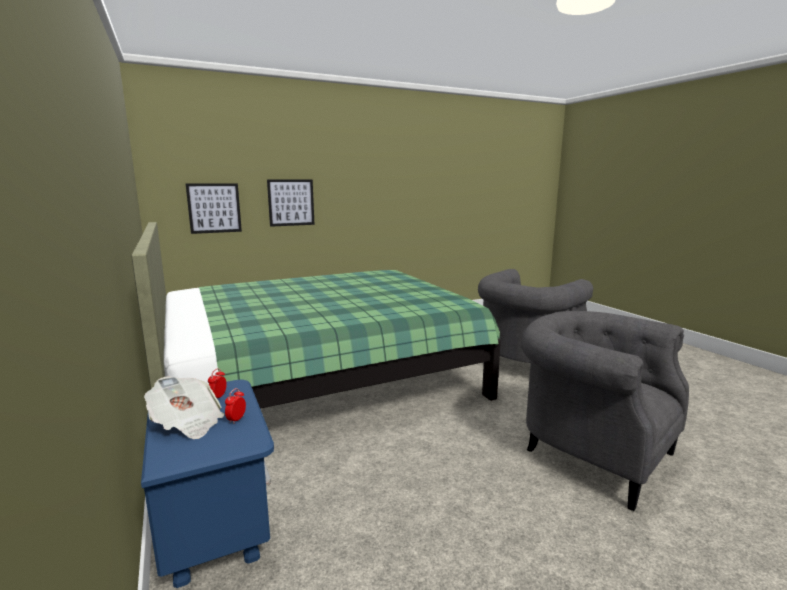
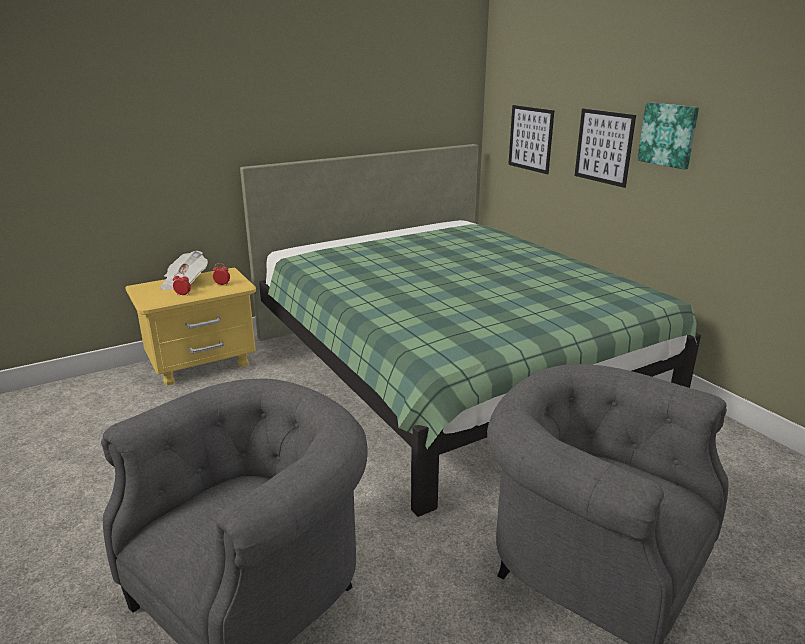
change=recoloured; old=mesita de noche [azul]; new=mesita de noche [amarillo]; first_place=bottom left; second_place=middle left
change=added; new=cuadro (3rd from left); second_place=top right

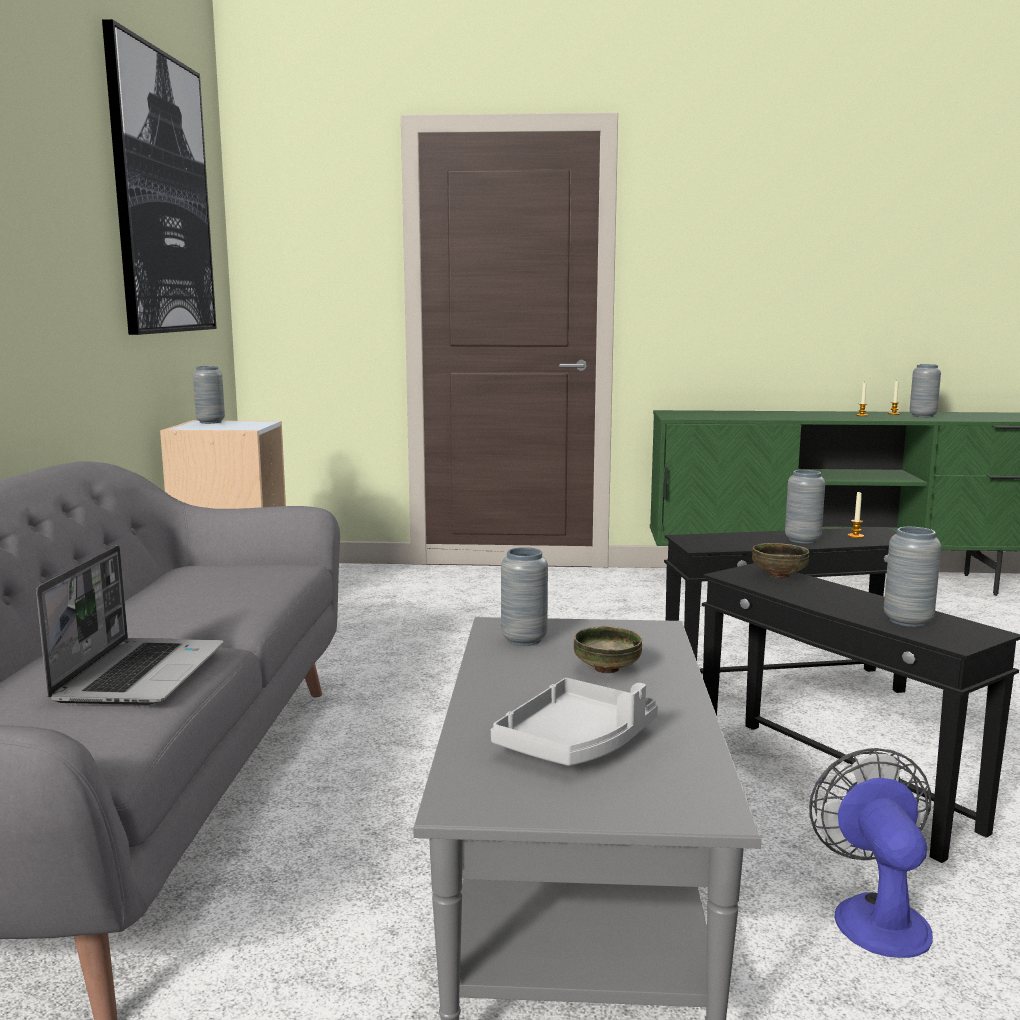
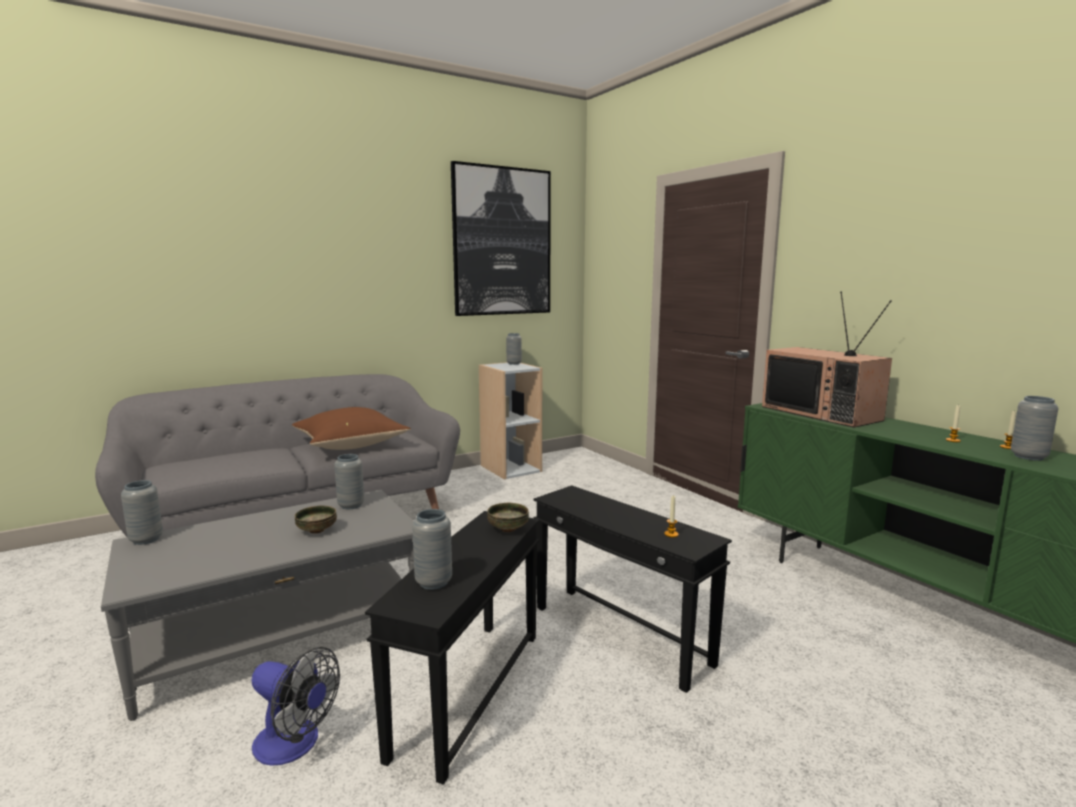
change=removed; old=portátil; first_place=middle left
change=removed; old=bandeja [gris]; first_place=bottom centre
change=moved; old=florero [gris] (3rd from left in the first image); new=florero [gris] (1st from left); first_place=middle right; second_place=middle left
change=turned; old=ventilador; first_place=bottom right; second_place=bottom left; degrees=60
change=added; new=cojín [marrón]; second_place=middle left
change=added; new=televisor; second_place=middle right

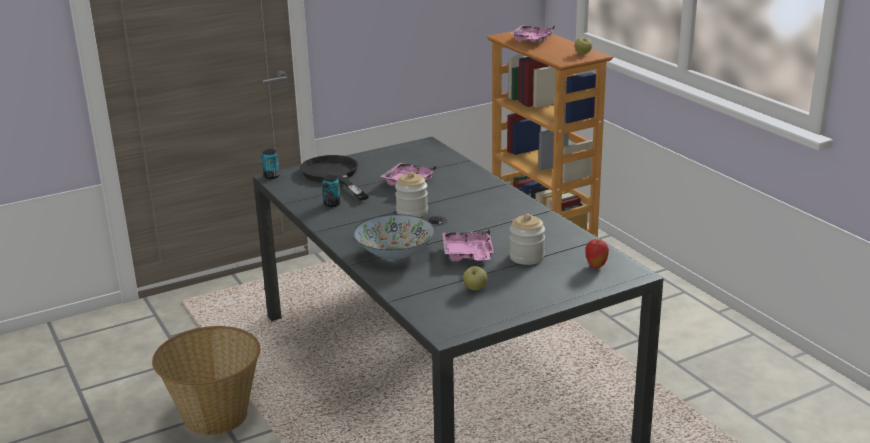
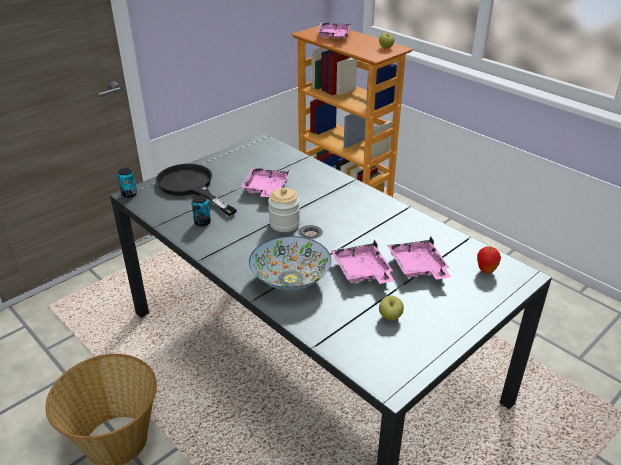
change=replaced; old=tarro (2nd from left); new=bandeja [rosa] (4th from left); first_place=centre; second_place=middle right

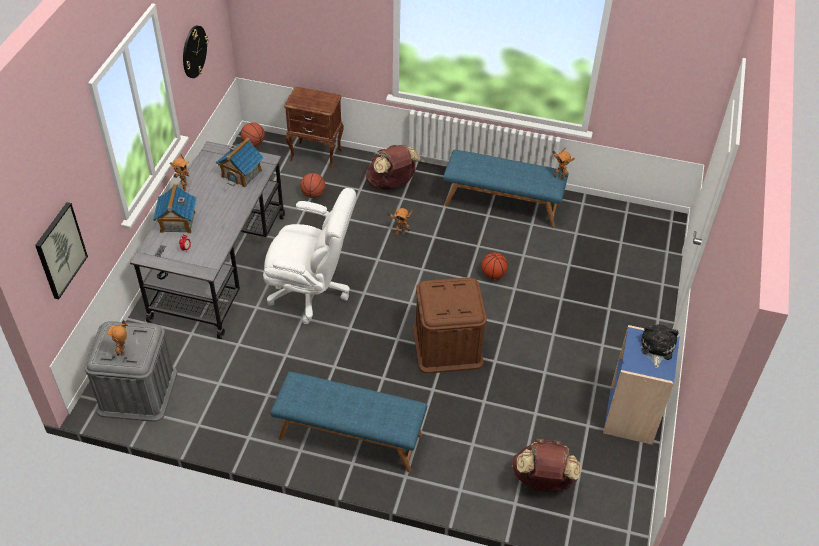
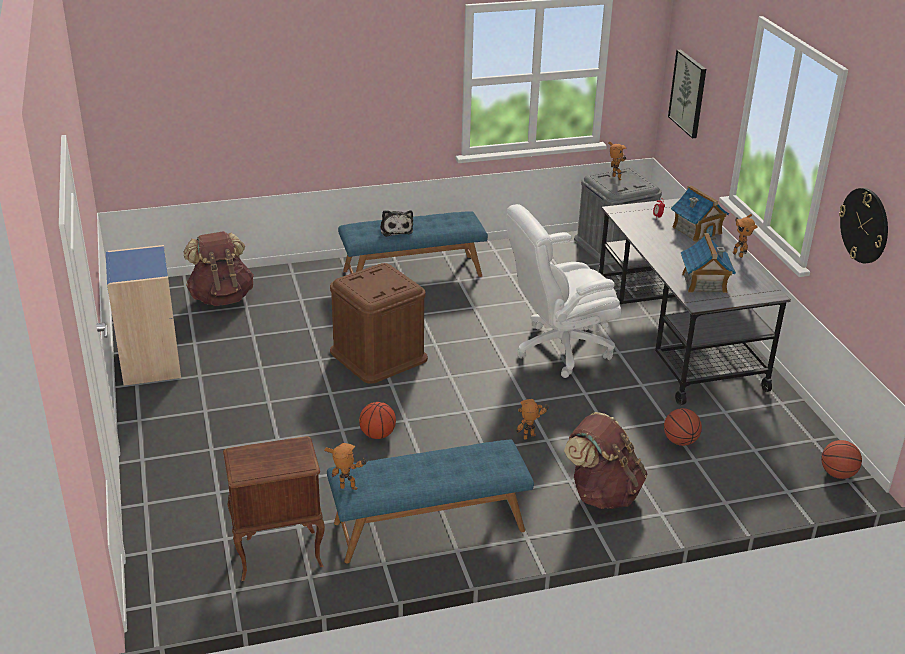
change=moved; old=mesita de noche [marrón]; first_place=top centre; second_place=bottom left
change=moved; old=peluche; first_place=middle right; second_place=centre

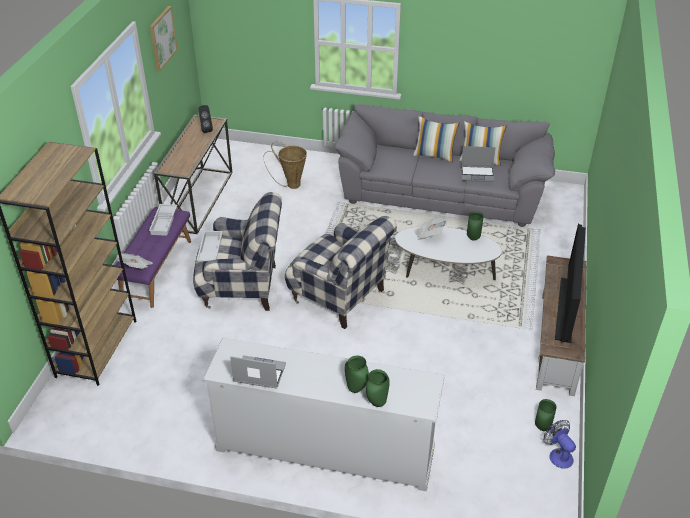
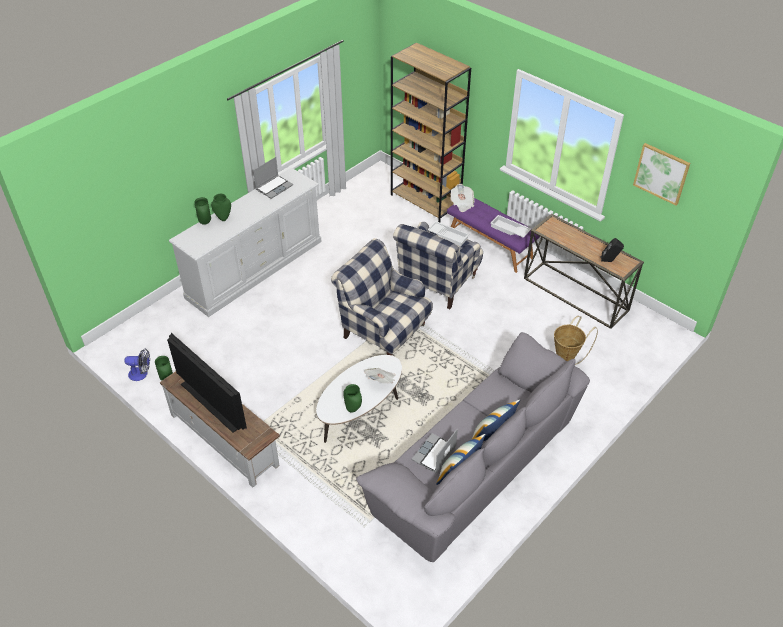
change=turned; old=sillón (2nd from left in the first image); first_place=centre; second_place=centre; degrees=60

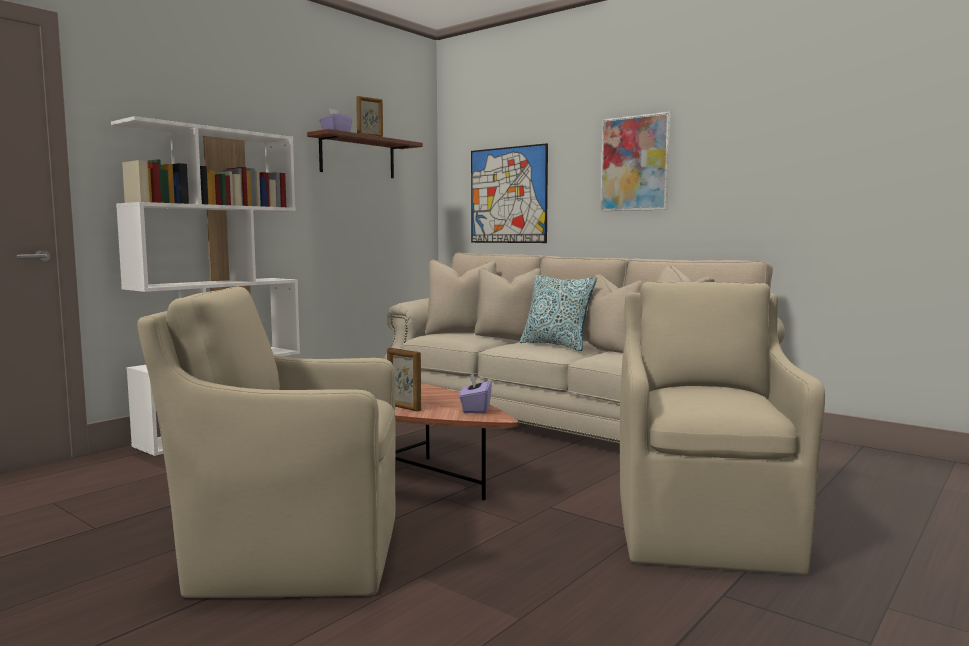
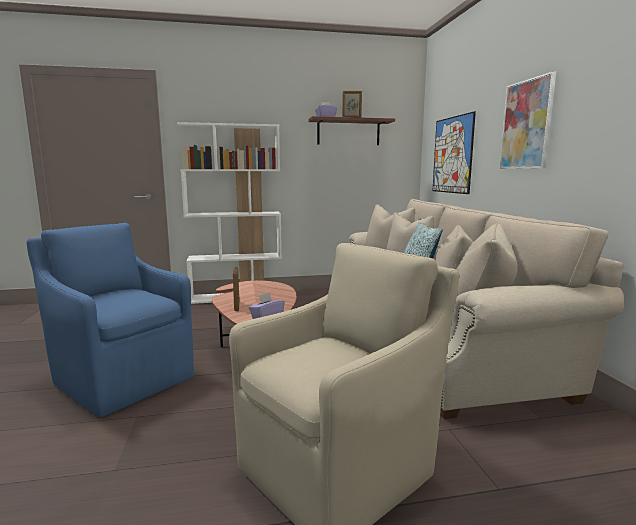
change=recoloured; old=sillón [beis] (1st from left); new=sillón [azul]; first_place=bottom left; second_place=middle left

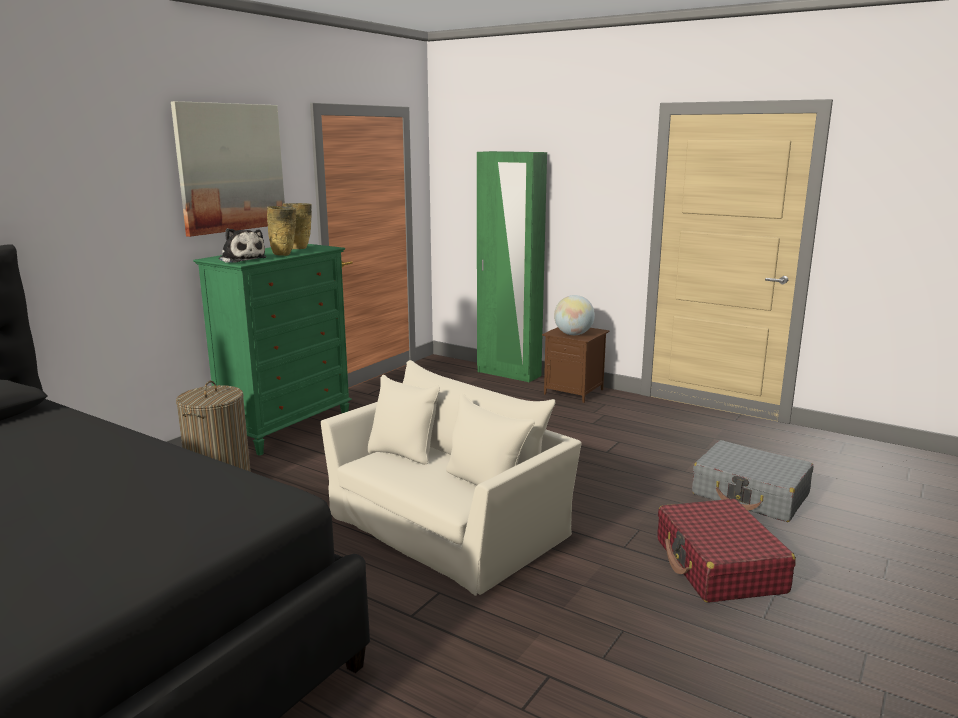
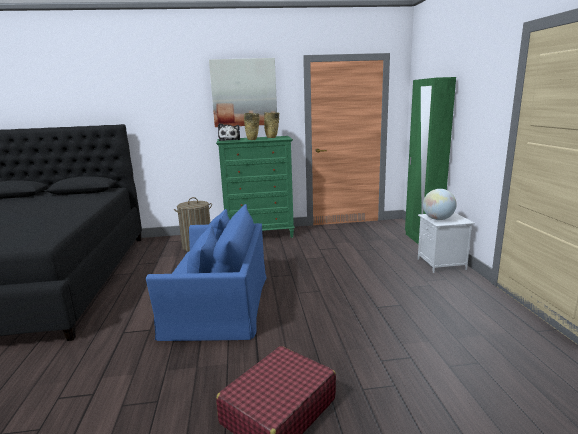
change=recoloured; old=sillón [beis]; new=sillón [azul]; first_place=centre; second_place=centre
change=recoloured; old=mesita de noche [marrón]; new=mesita de noche [gris]; first_place=centre; second_place=middle right
change=removed; old=maleta [gris]; first_place=bottom right

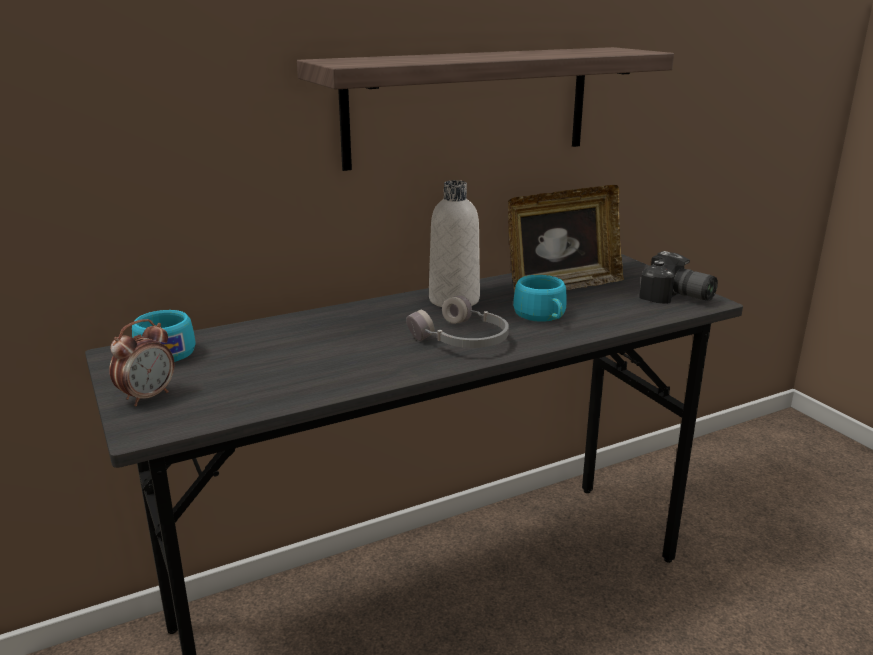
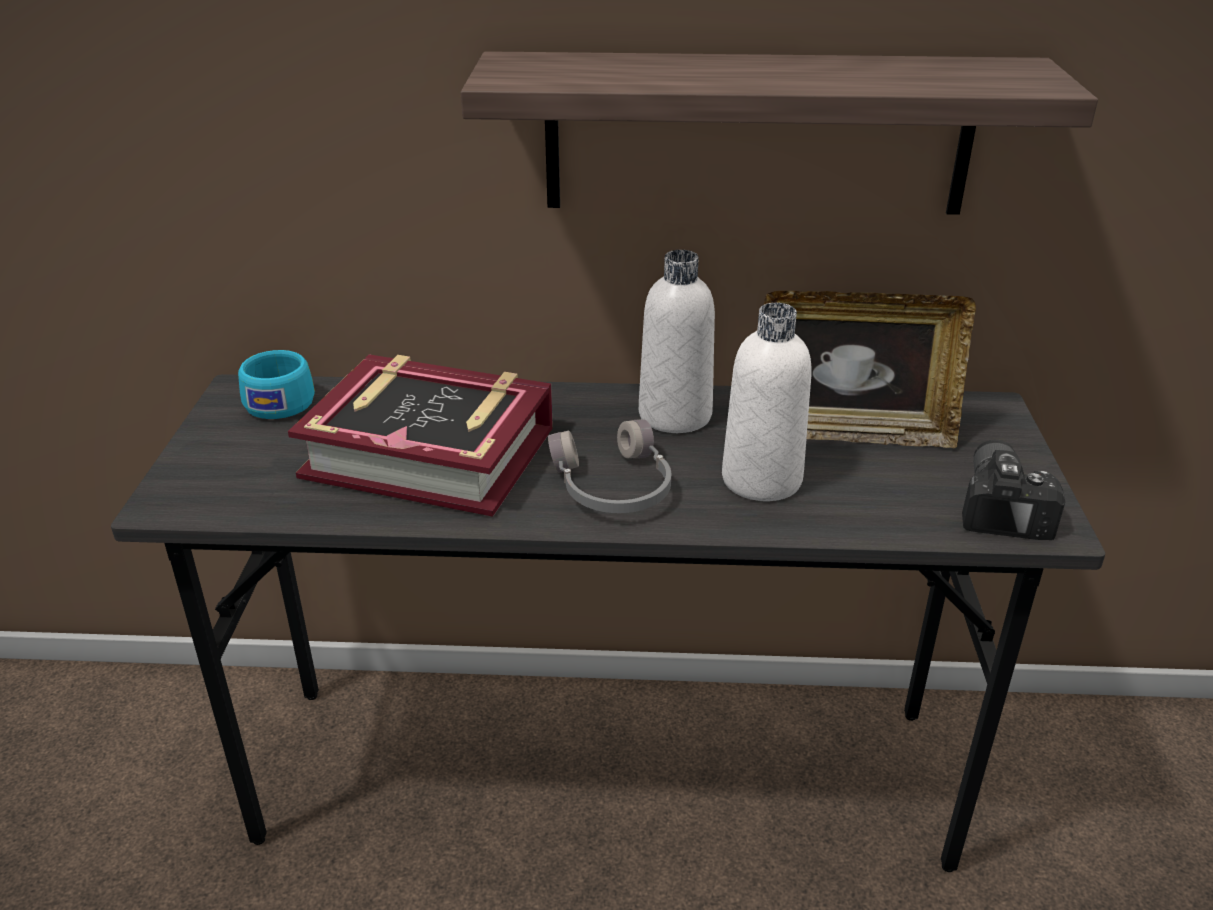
change=removed; old=despertador; first_place=middle left
change=replaced; old=taza [turquesa] (2nd from left); new=botella [blanco] (2nd from left); first_place=centre; second_place=centre
change=turned; old=cámara; first_place=middle right; second_place=middle right; degrees=-150
change=added; new=libro; second_place=centre

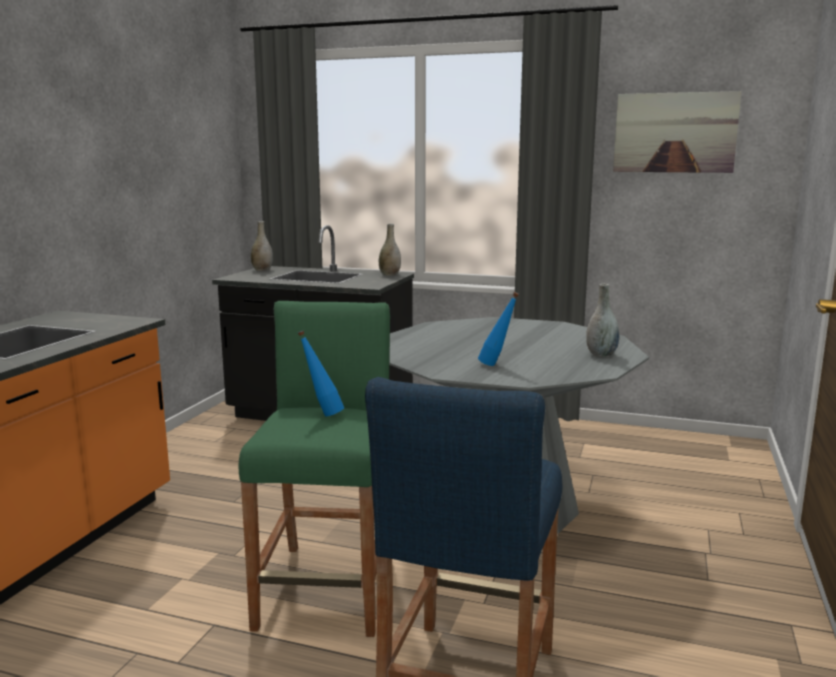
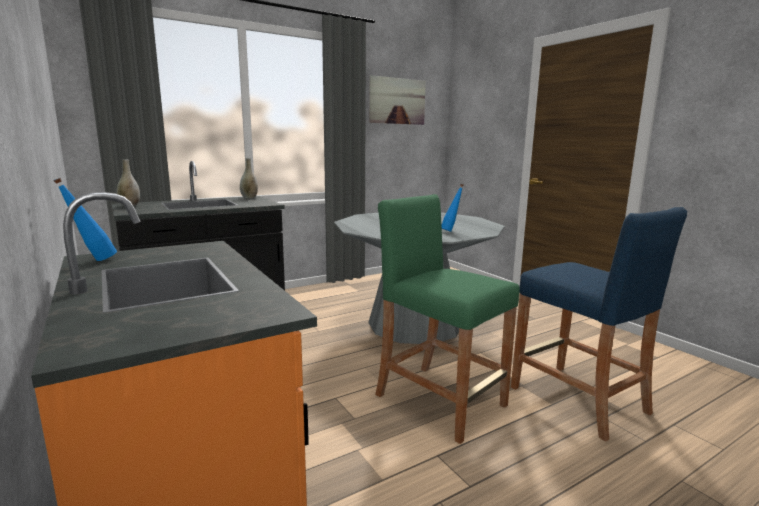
change=moved; old=botella [azul] (1st from left); first_place=centre; second_place=middle left
change=removed; old=florero [gris] (3rd from left); first_place=middle right

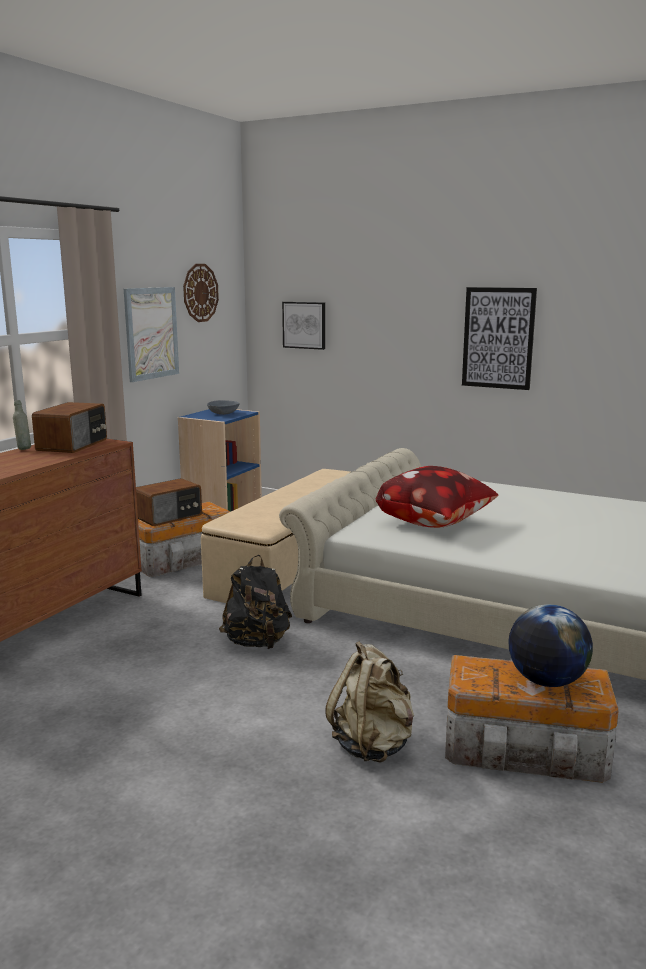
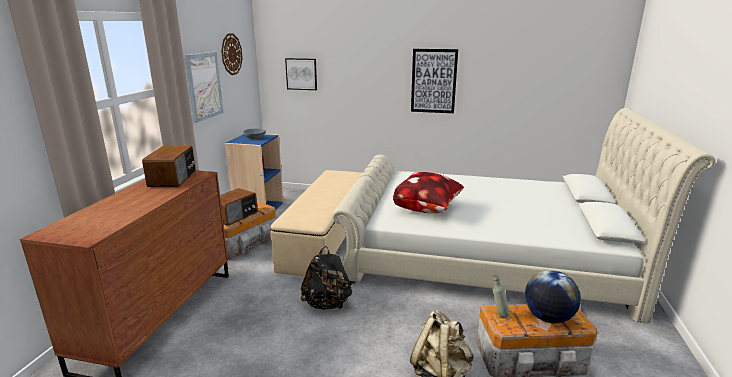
change=moved; old=botella [gris]; first_place=middle left; second_place=bottom right

